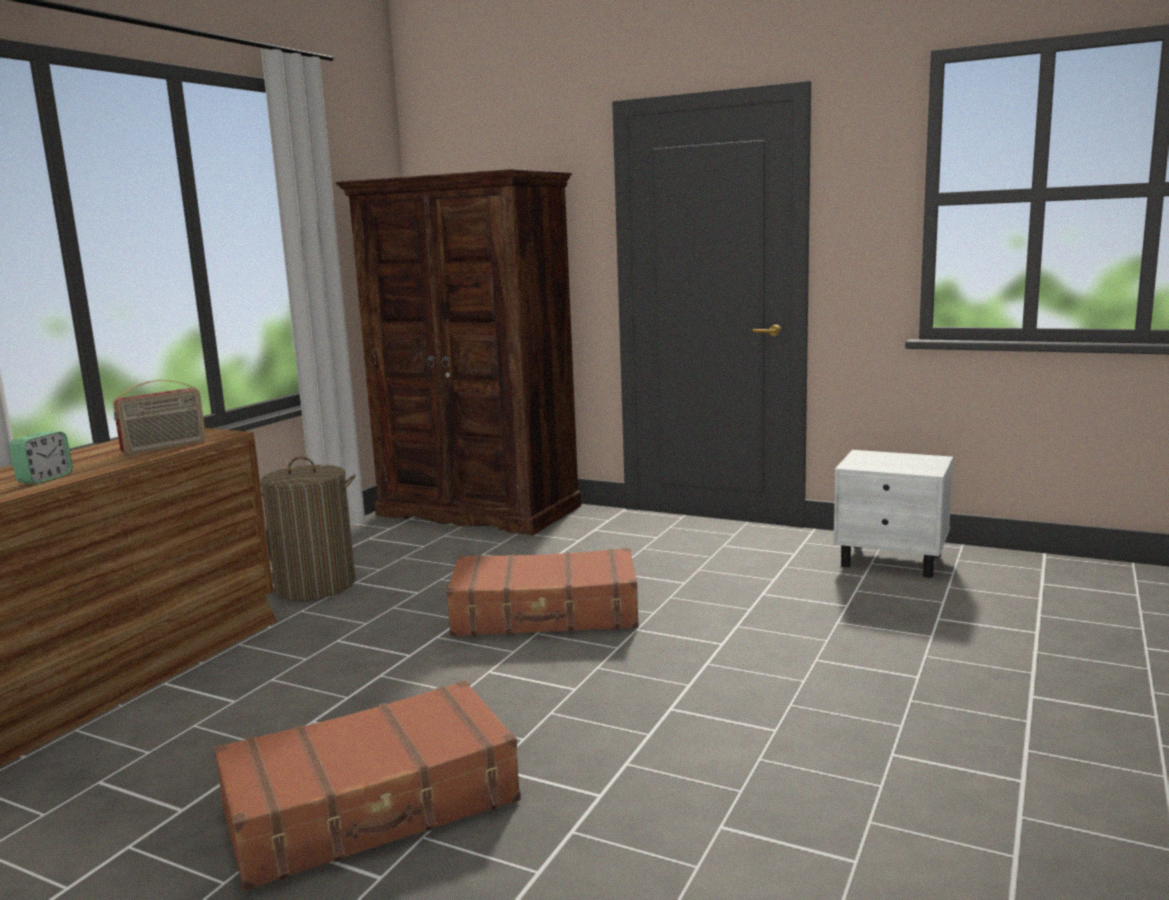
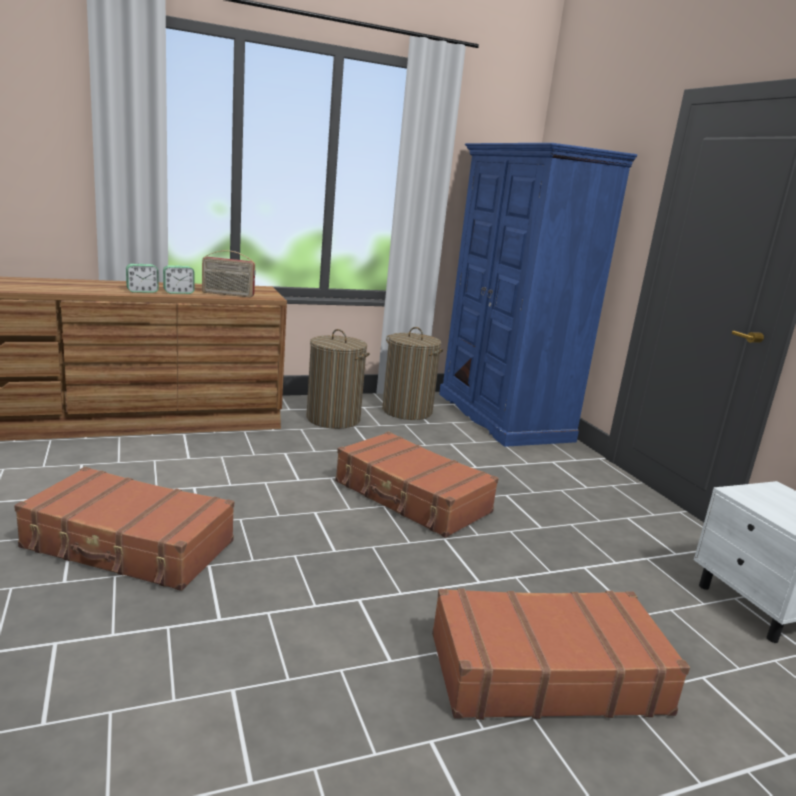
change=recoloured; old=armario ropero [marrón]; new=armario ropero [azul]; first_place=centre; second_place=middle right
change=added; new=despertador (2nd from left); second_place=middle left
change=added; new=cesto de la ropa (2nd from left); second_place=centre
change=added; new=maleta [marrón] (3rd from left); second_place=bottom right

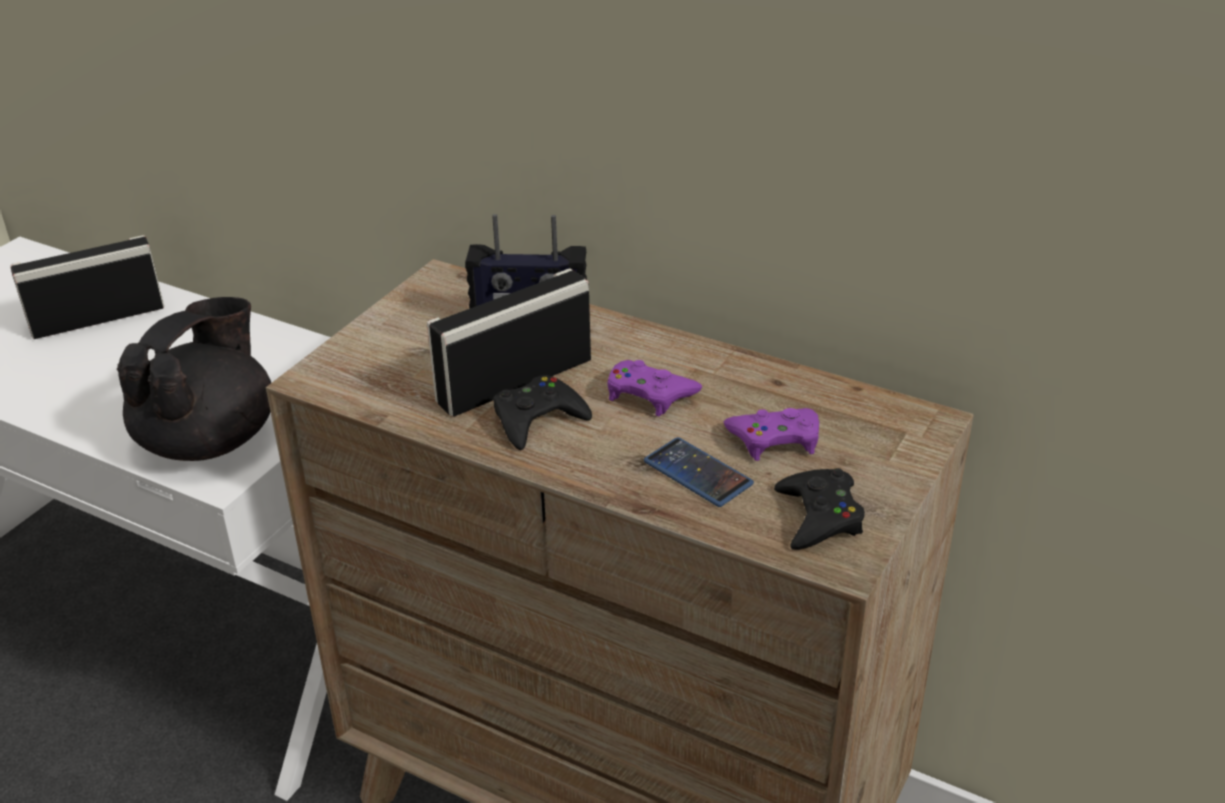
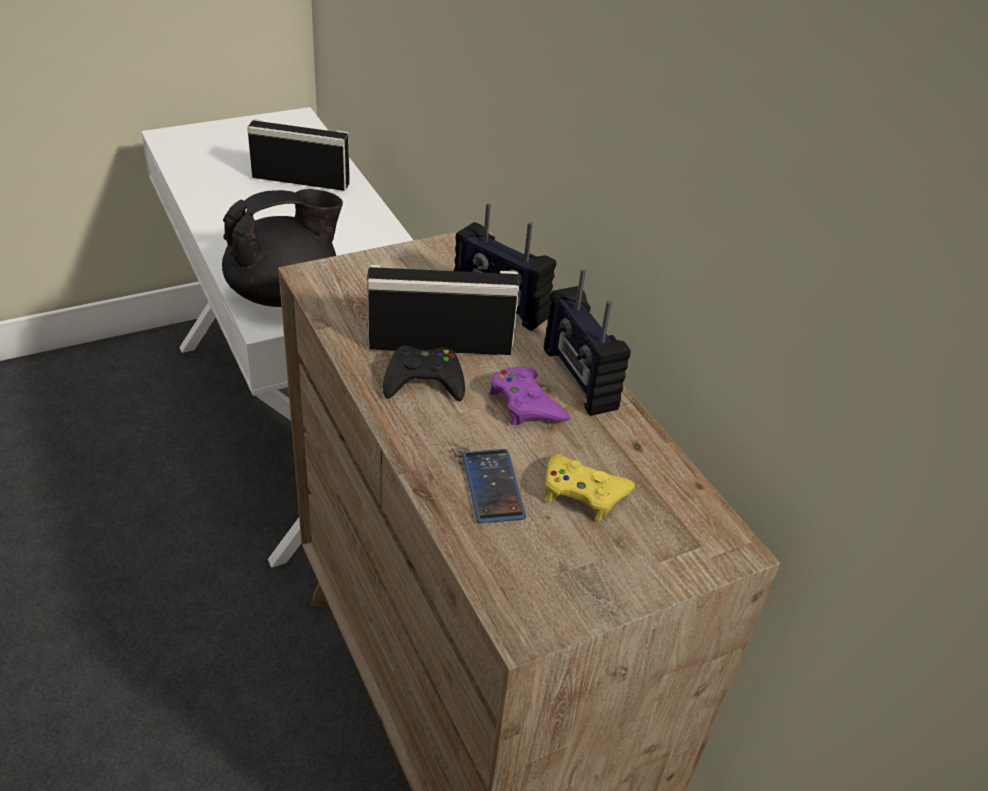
change=recoloured; old=mando de consola [morado] (2nd from left); new=mando de consola [amarillo]; first_place=centre; second_place=centre
change=removed; old=mando de consola [negro] (2nd from left); first_place=middle right
change=added; new=radio (4th from left); second_place=centre

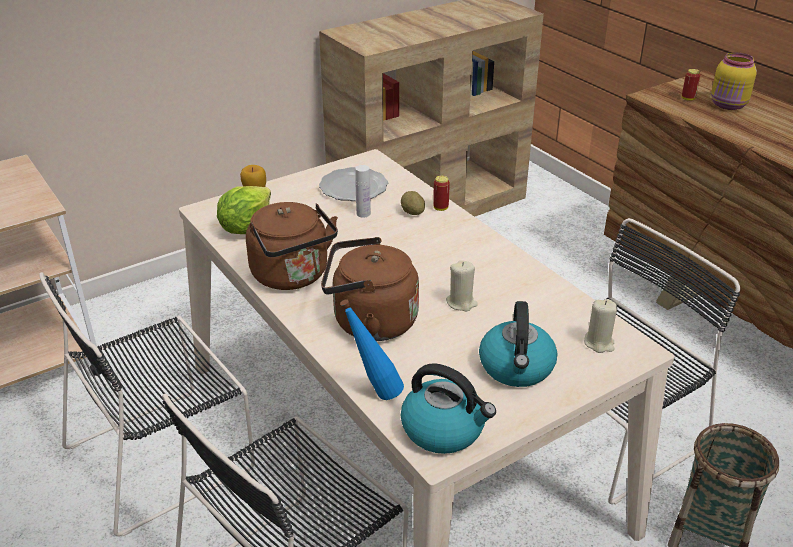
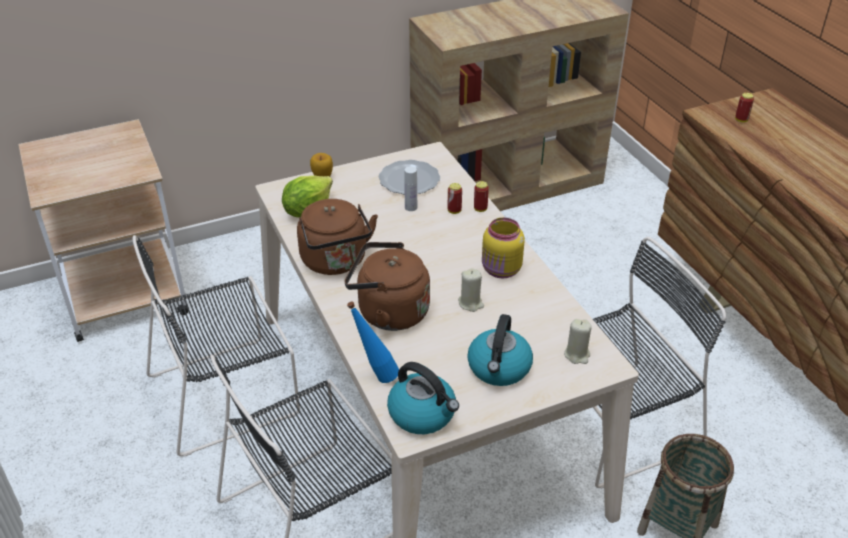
change=replaced; old=patata; new=lata (1st from left); first_place=centre; second_place=centre
change=moved; old=tarro [amarillo]; first_place=top right; second_place=centre

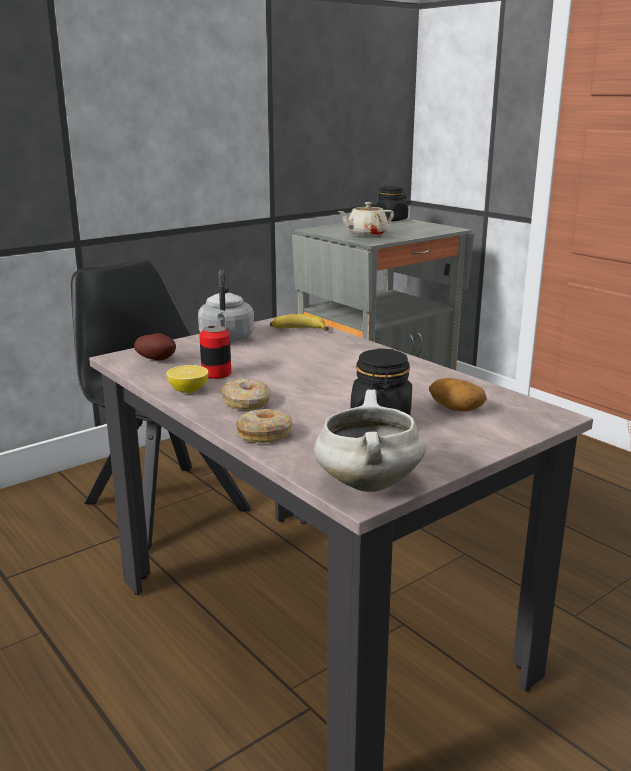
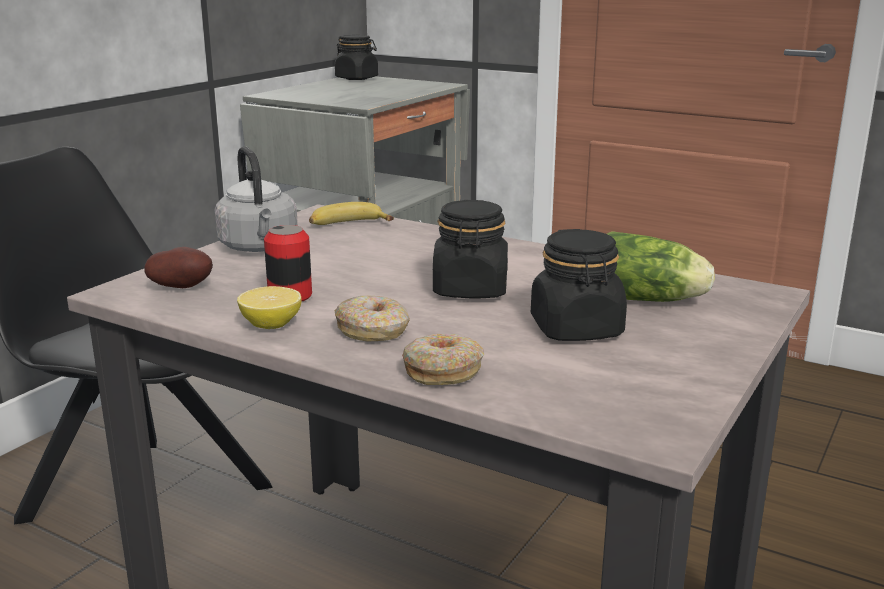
change=removed; old=olla [blanco]; first_place=centre
change=removed; old=tetera [beis]; first_place=top centre
change=replaced; old=patata (2nd from left); new=lechuga; first_place=middle right; second_place=middle right
change=added; new=tarro [negro] (2nd from left); second_place=centre

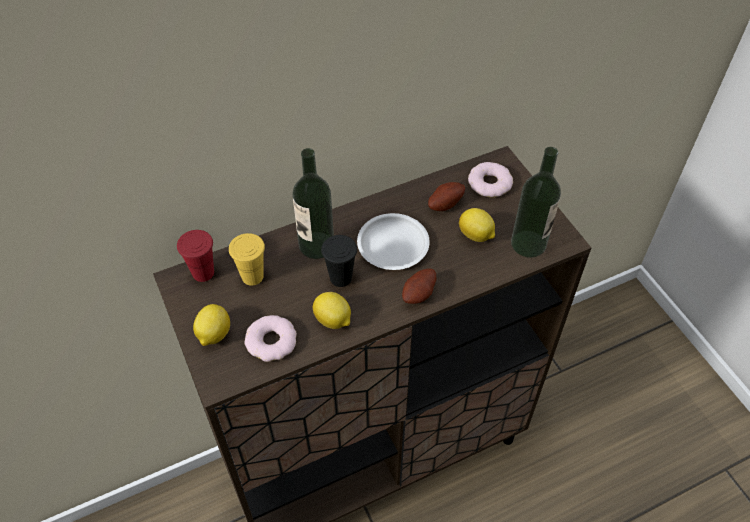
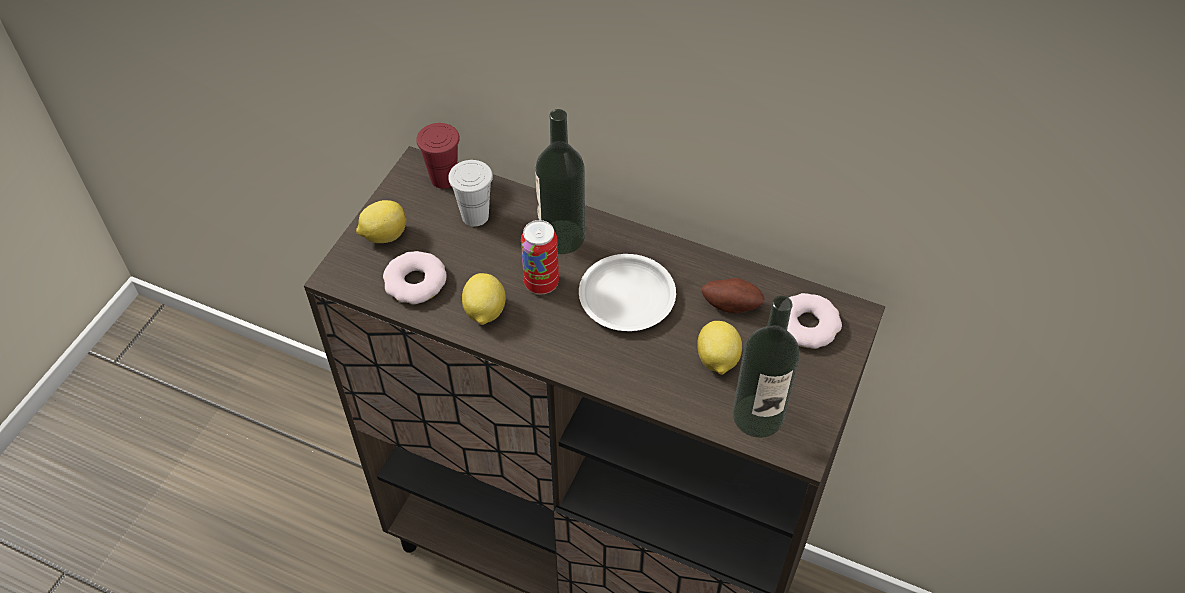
change=recoloured; old=taza [amarillo]; new=taza [blanco]; first_place=middle left; second_place=top centre
change=replaced; old=taza [negro]; new=lata; first_place=centre; second_place=centre
change=removed; old=patata (1st from left); first_place=centre

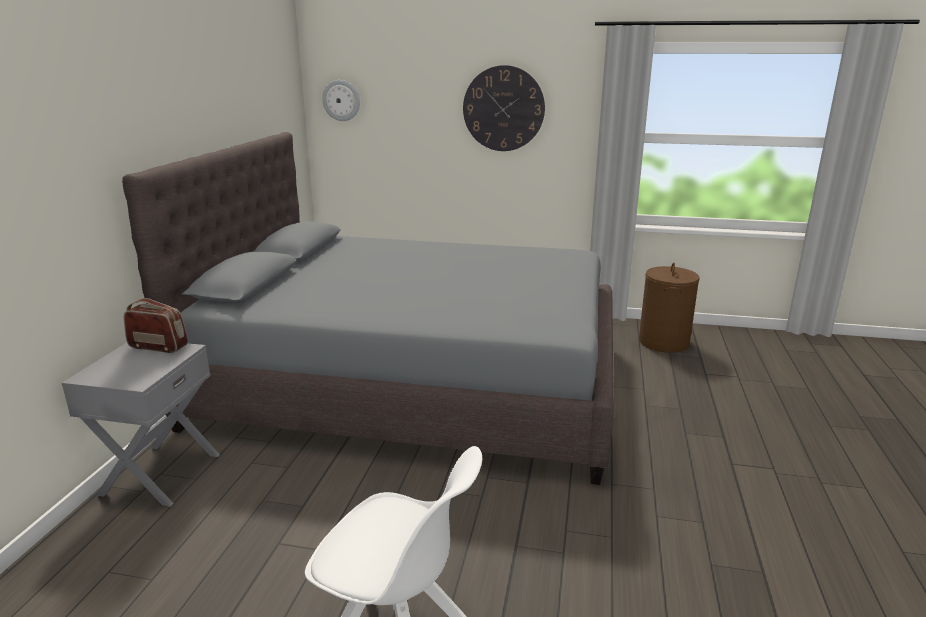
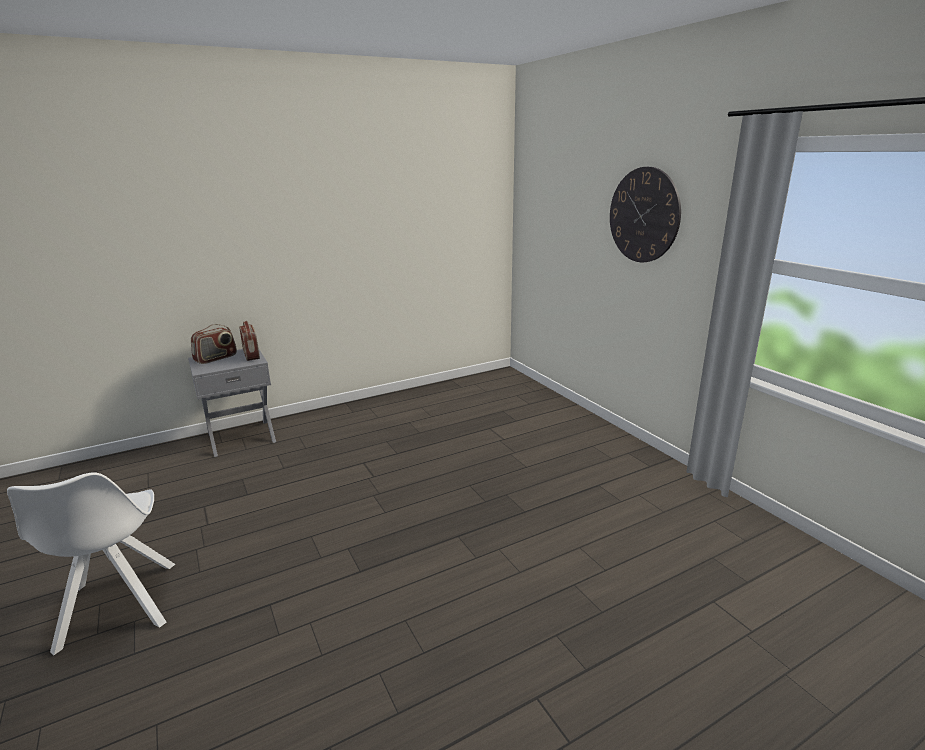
change=removed; old=cama [gris]; first_place=centre
change=removed; old=reloj de pared (1st from left); first_place=top centre
change=removed; old=cesto de la ropa [marrón]; first_place=middle right
change=added; new=radio (1st from left); second_place=middle left

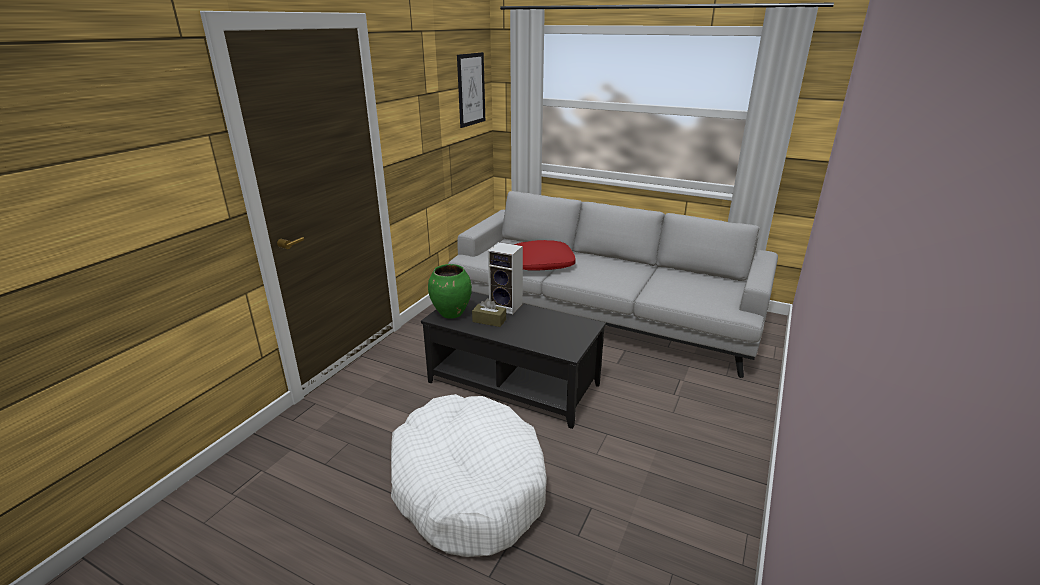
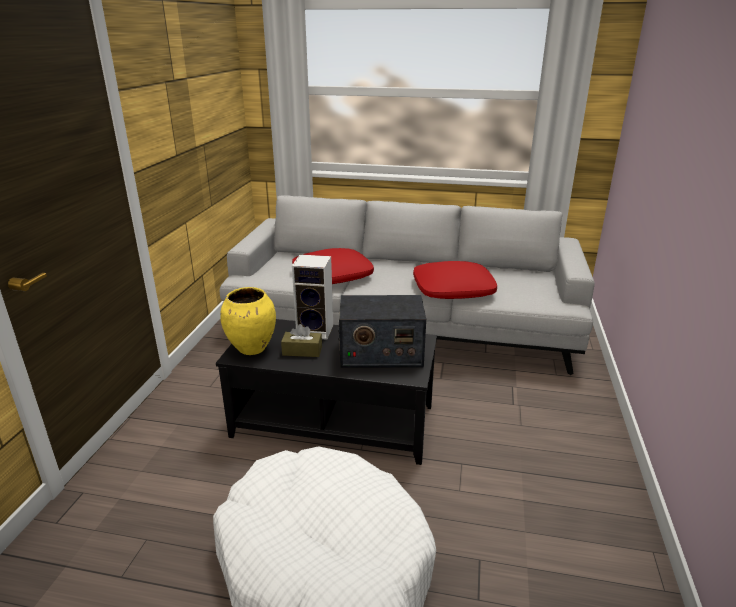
change=recoloured; old=florero [verde]; new=florero [amarillo]; first_place=centre; second_place=centre
change=removed; old=cuadro; first_place=top centre
change=added; new=radio; second_place=centre
change=added; new=cojín [rojo] (2nd from left); second_place=centre

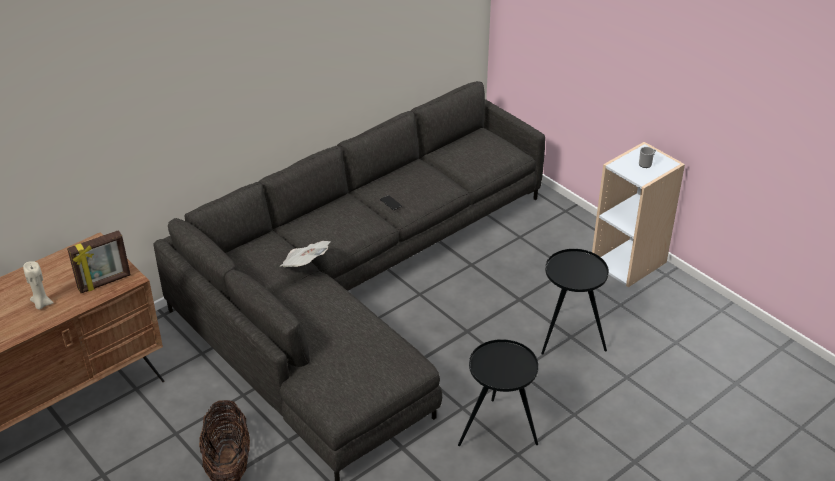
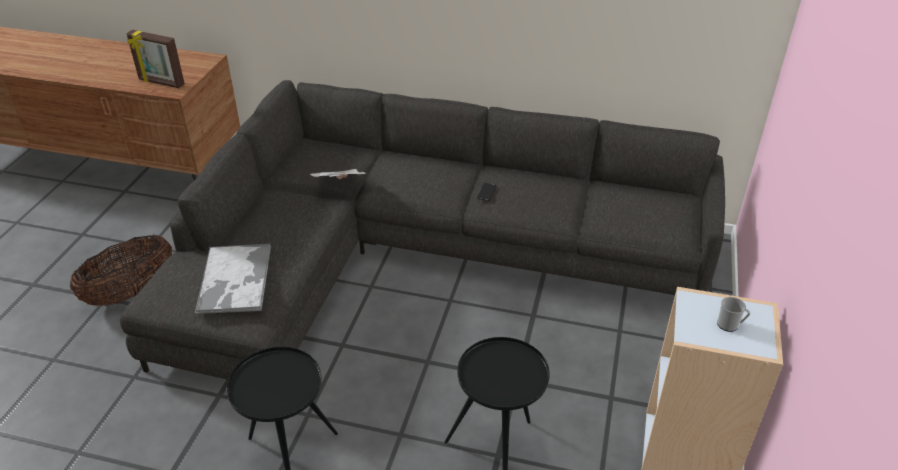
change=removed; old=vela [beis]; first_place=middle left
change=added; new=bandeja; second_place=middle left

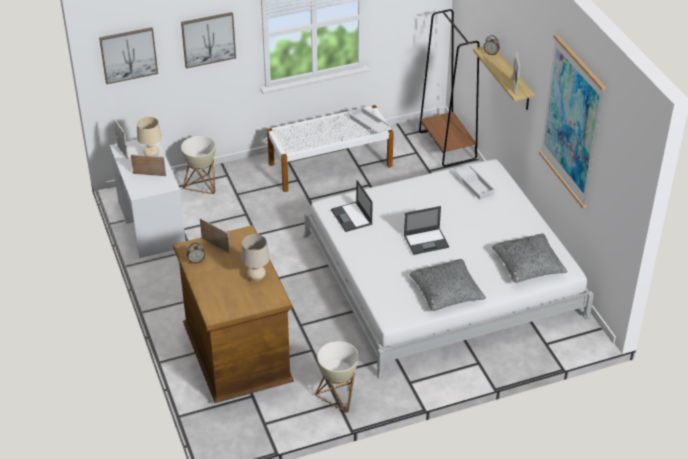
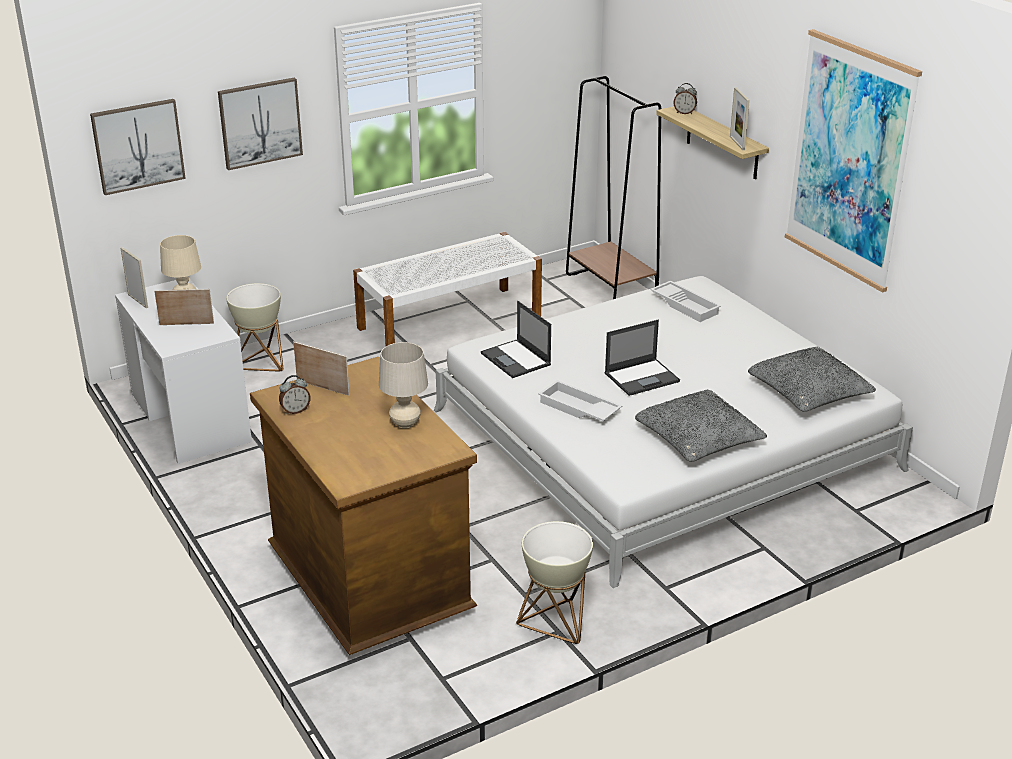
change=moved; old=bandeja [blanco] (1st from left); first_place=top centre; second_place=centre

